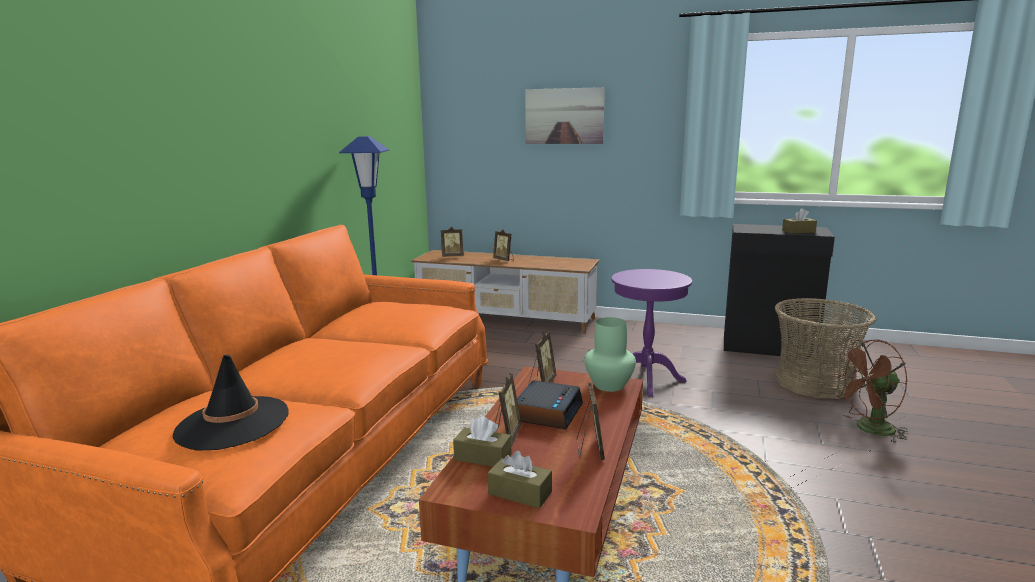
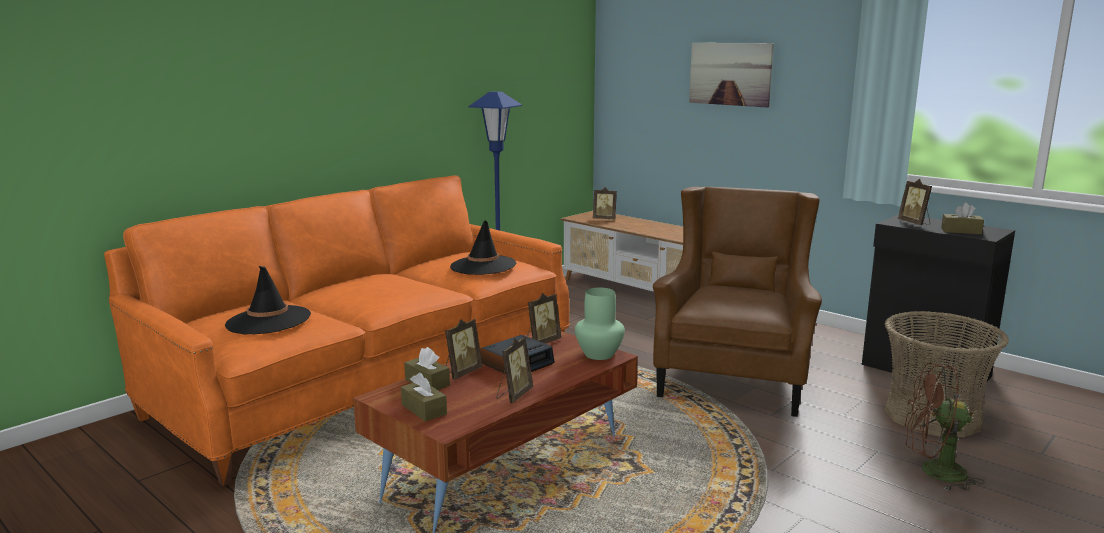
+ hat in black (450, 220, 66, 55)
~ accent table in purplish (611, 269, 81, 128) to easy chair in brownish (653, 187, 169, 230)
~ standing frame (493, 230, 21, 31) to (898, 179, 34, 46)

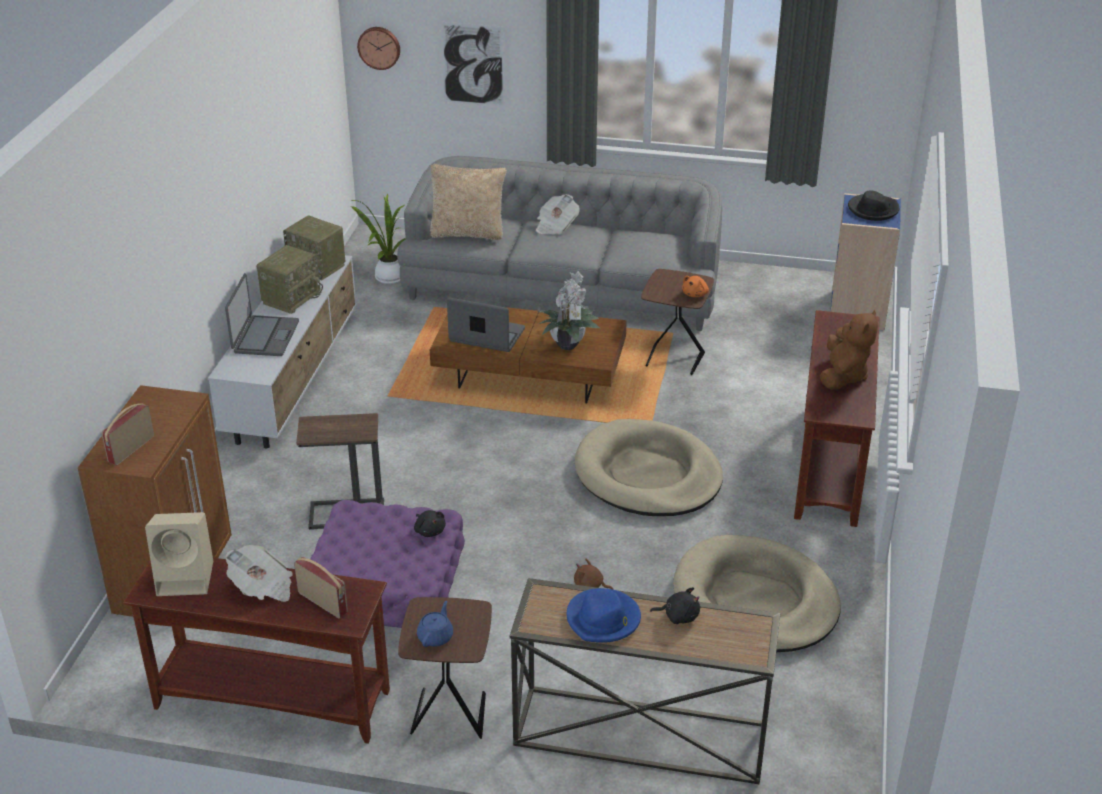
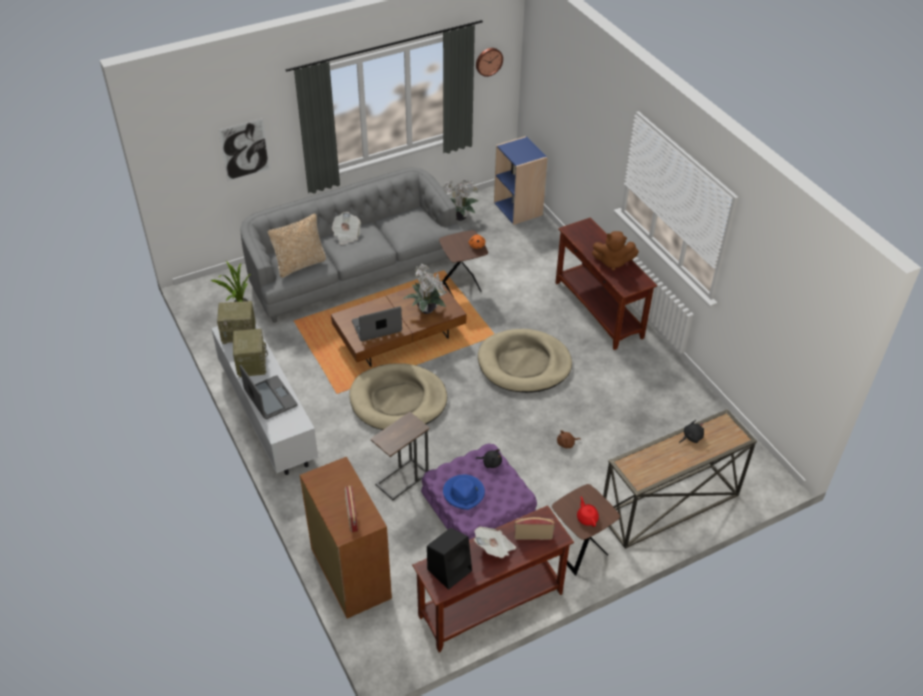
~ dog bed in beige-coloured (673, 535, 168, 117) to (349, 363, 98, 67)
~ audio speaker in beige-coloured (145, 512, 68, 84) to audio speaker in black (427, 528, 45, 62)
+ potted plant (442, 179, 37, 42)
~ hat in bluish (567, 588, 74, 55) to (443, 475, 42, 35)
~ hanging clock (357, 27, 43, 43) to (476, 48, 27, 29)
~ tea pot in bluish (417, 601, 36, 46) to tea pot in reddish (577, 497, 22, 30)
~ cuddly toy in brownish (820, 310, 58, 80) = (592, 231, 47, 40) 120 degrees clockwise
- hat in black (848, 191, 51, 30)

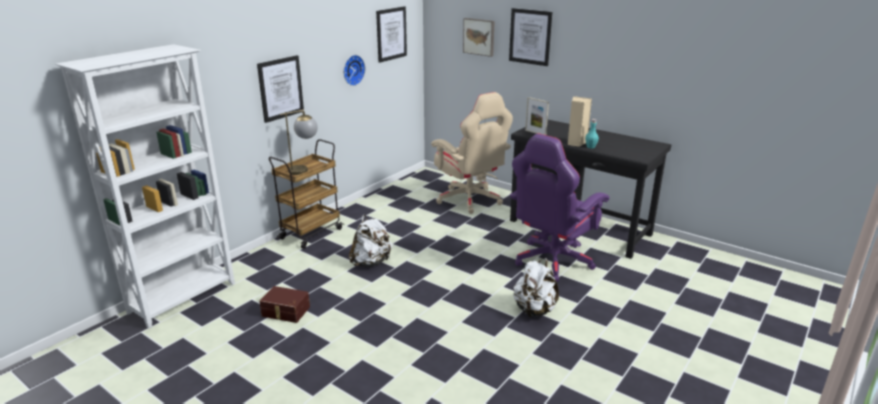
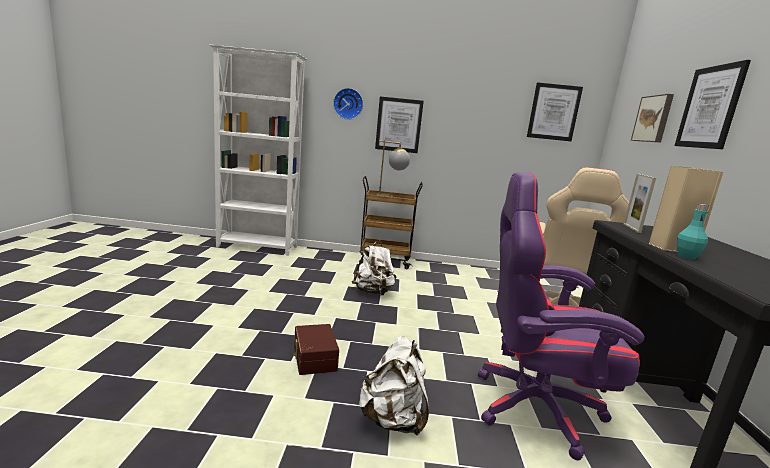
~ storage box in brownish (259, 286, 51, 37) to (293, 324, 46, 51)
~ hanging clock (344, 55, 21, 31) to (333, 88, 30, 32)

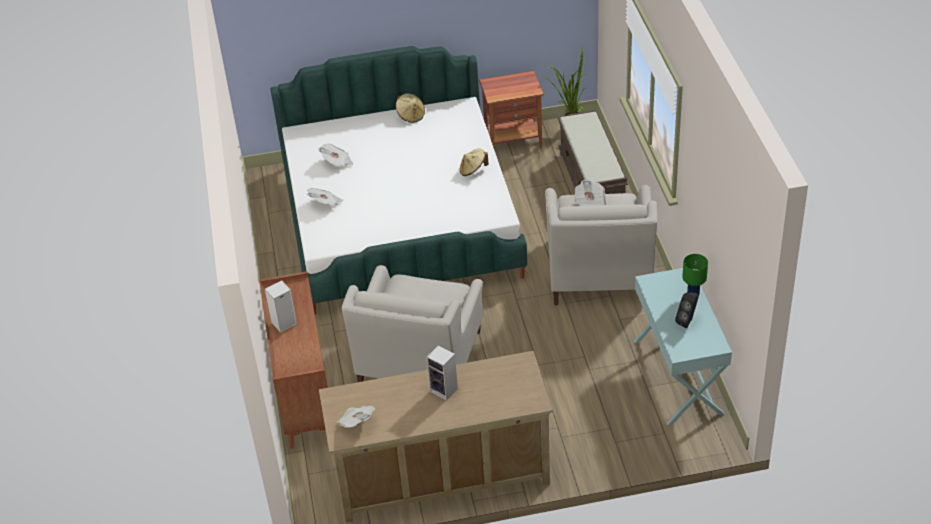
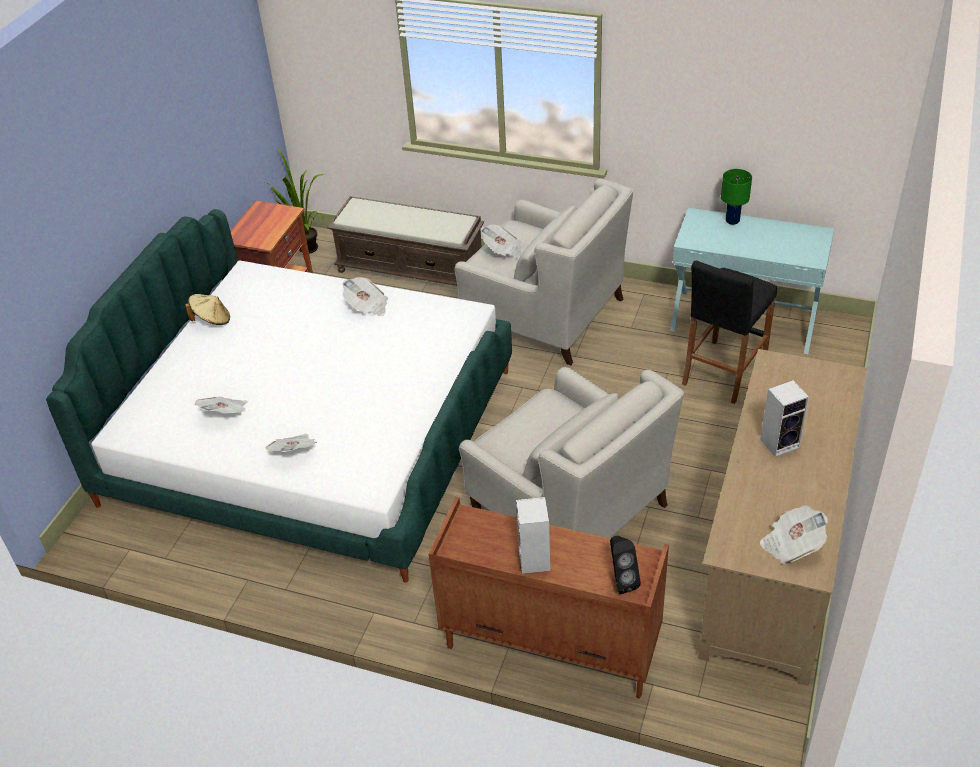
~ hat in beige-coloured (460, 149, 29, 27) to newspaper (342, 277, 46, 39)
~ audio speaker in black (675, 293, 24, 35) to (610, 536, 31, 58)
+ stool in black (682, 261, 95, 143)

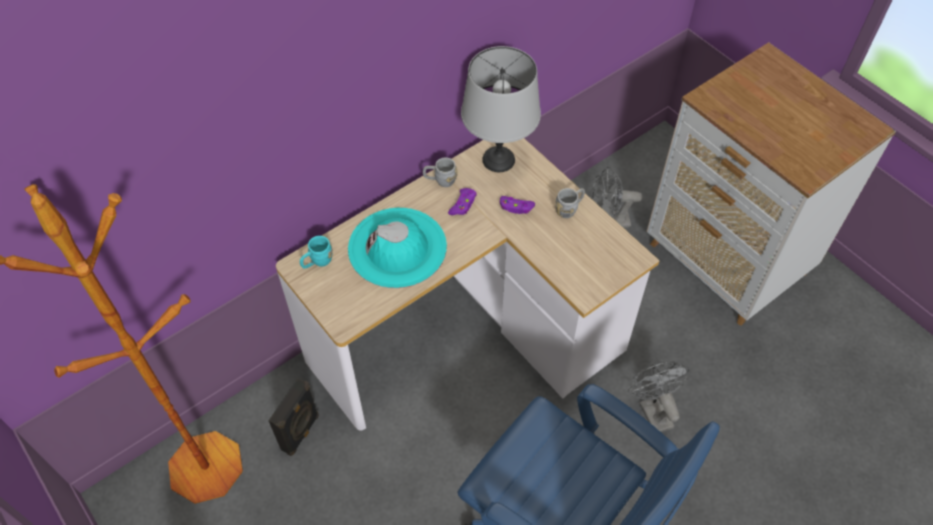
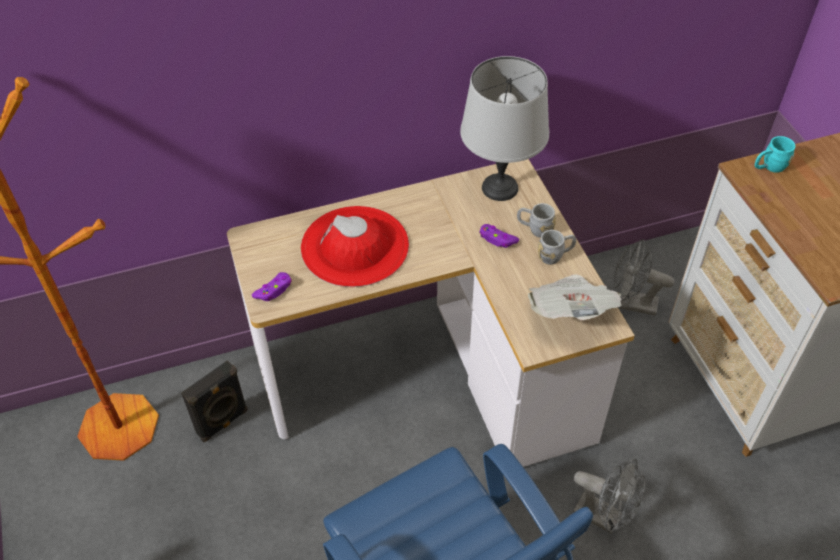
~ gamepad in purplish (448, 188, 29, 27) to (252, 272, 40, 29)
~ hat in turquoise (348, 208, 99, 80) to hat in reddish (301, 206, 108, 81)
~ coffee mug in grey (423, 158, 35, 29) to (517, 203, 39, 35)
+ newspaper (528, 274, 94, 46)
~ fan in grey (628, 361, 62, 71) = (573, 458, 72, 76) 120 degrees clockwise
~ coffee mug in turquoise (300, 236, 33, 33) to (755, 136, 40, 37)

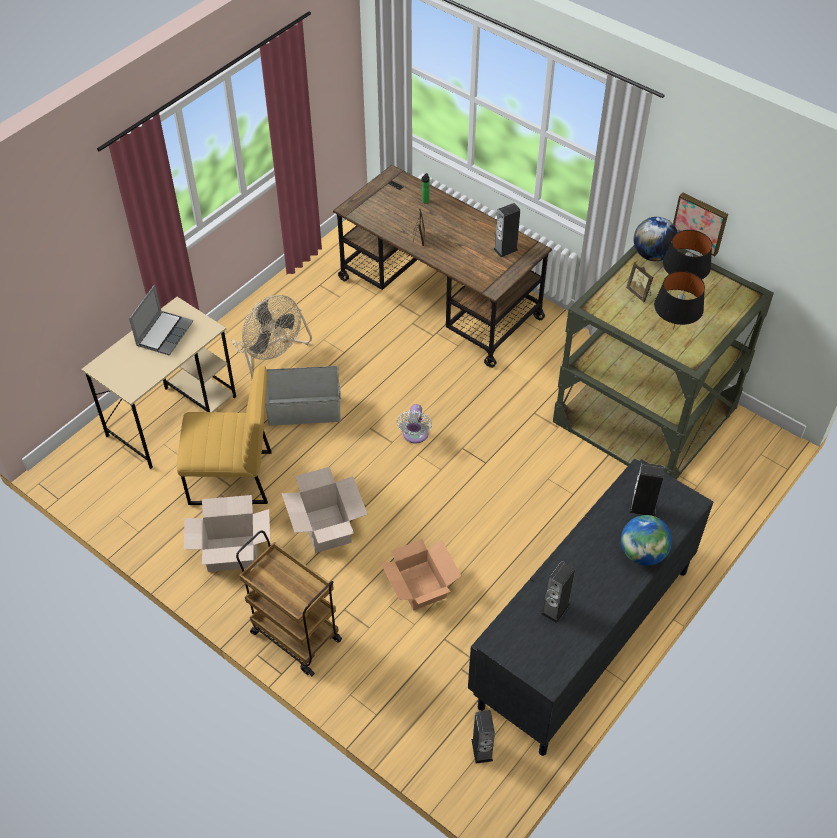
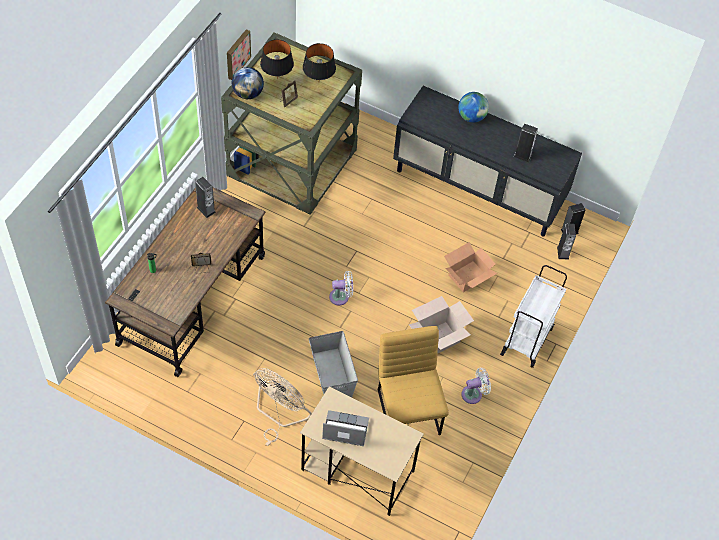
~ carton (184, 495, 86, 77) to fan in whitish (461, 368, 30, 36)
~ wheeled cart in brownish (236, 530, 106, 147) to wheeled cart in whitish (500, 265, 67, 103)
~ audio speaker (629, 462, 35, 54) to (557, 224, 19, 35)

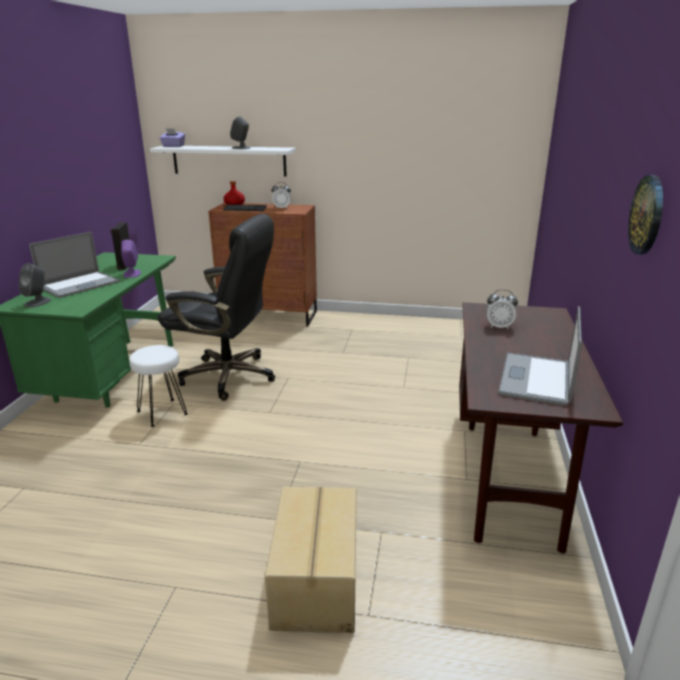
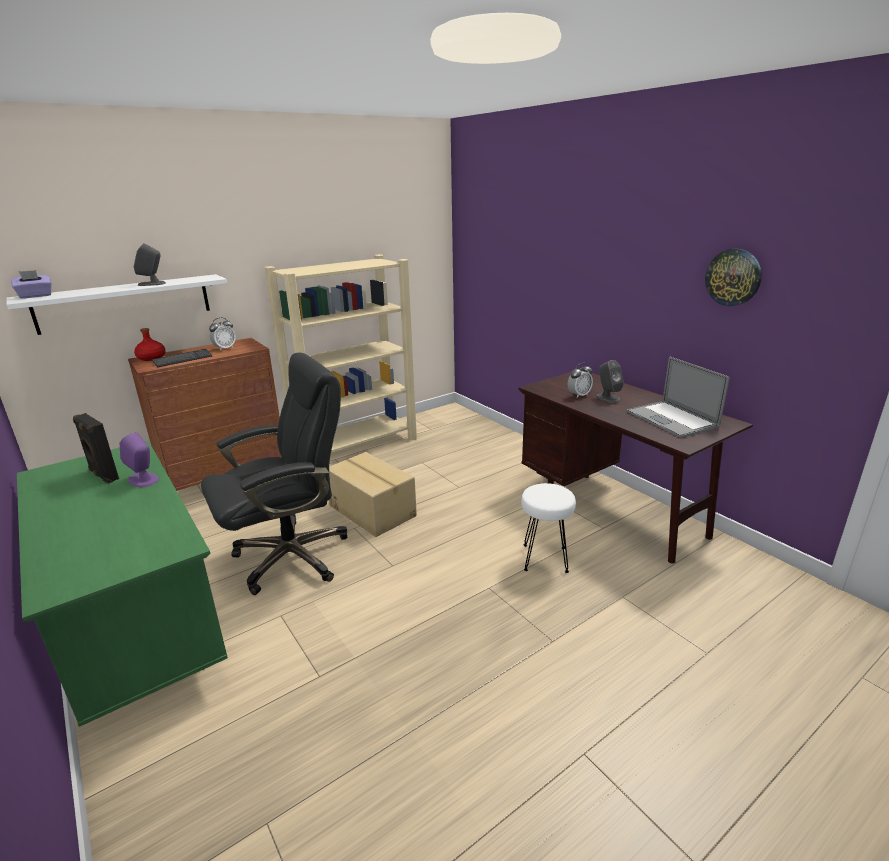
+ bookcase in beige-coloured (265, 254, 152, 199)
~ carton (265, 486, 91, 147) to (329, 452, 88, 85)
~ stool in whitish (129, 345, 59, 82) to (521, 483, 55, 90)
~ audio speaker in grey (18, 263, 33, 45) to (596, 360, 28, 43)
- laptop (29, 232, 91, 66)

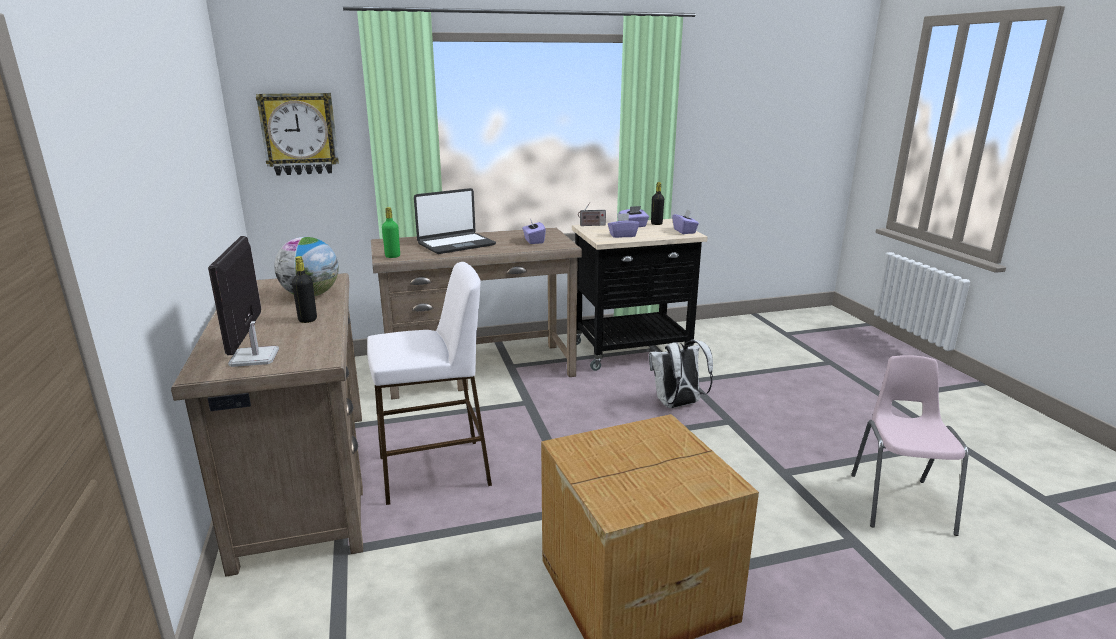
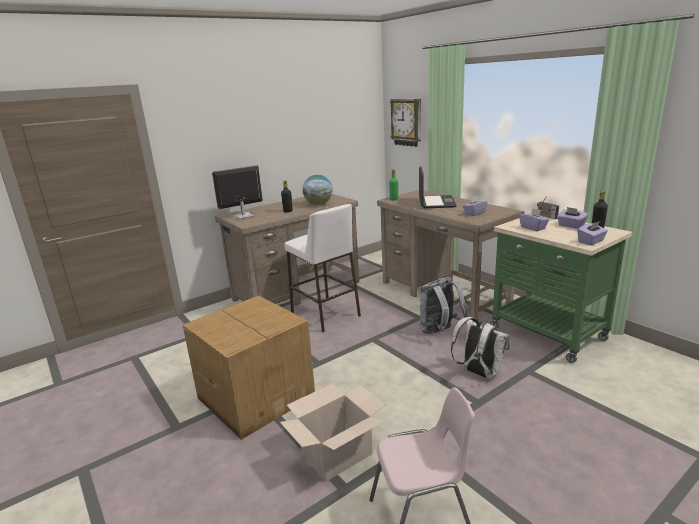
+ carton (280, 383, 106, 99)
~ laptop (414, 188, 82, 66) = (419, 166, 38, 42) 120 degrees counterclockwise
+ backpack in grey (420, 277, 47, 57)
~ wheeled cart in black (572, 219, 136, 152) to wheeled cart in greenish (490, 214, 142, 149)

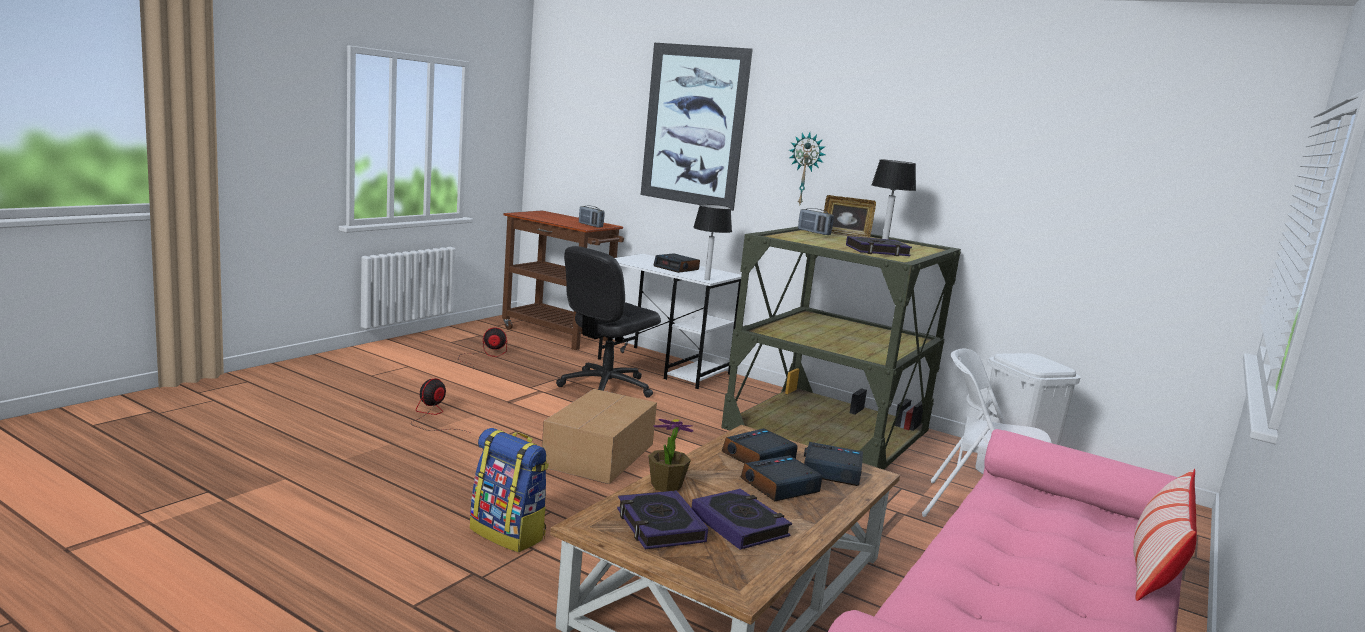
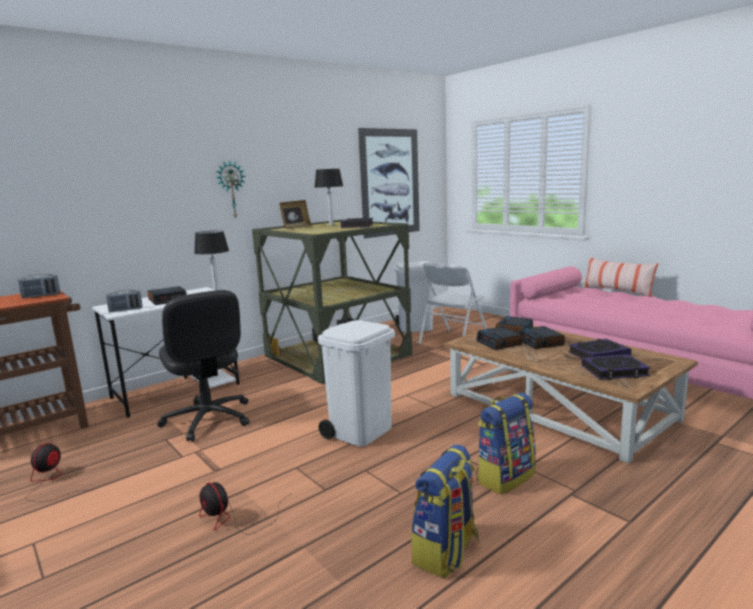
~ radio receiver (798, 208, 36, 27) to (106, 290, 36, 22)
~ carton (542, 389, 115, 95) to waste bin in whitish (318, 320, 77, 127)
~ wall art (641, 43, 112, 168) to (358, 128, 62, 111)
+ backpack (411, 444, 68, 134)
- potted plant (648, 419, 45, 73)

